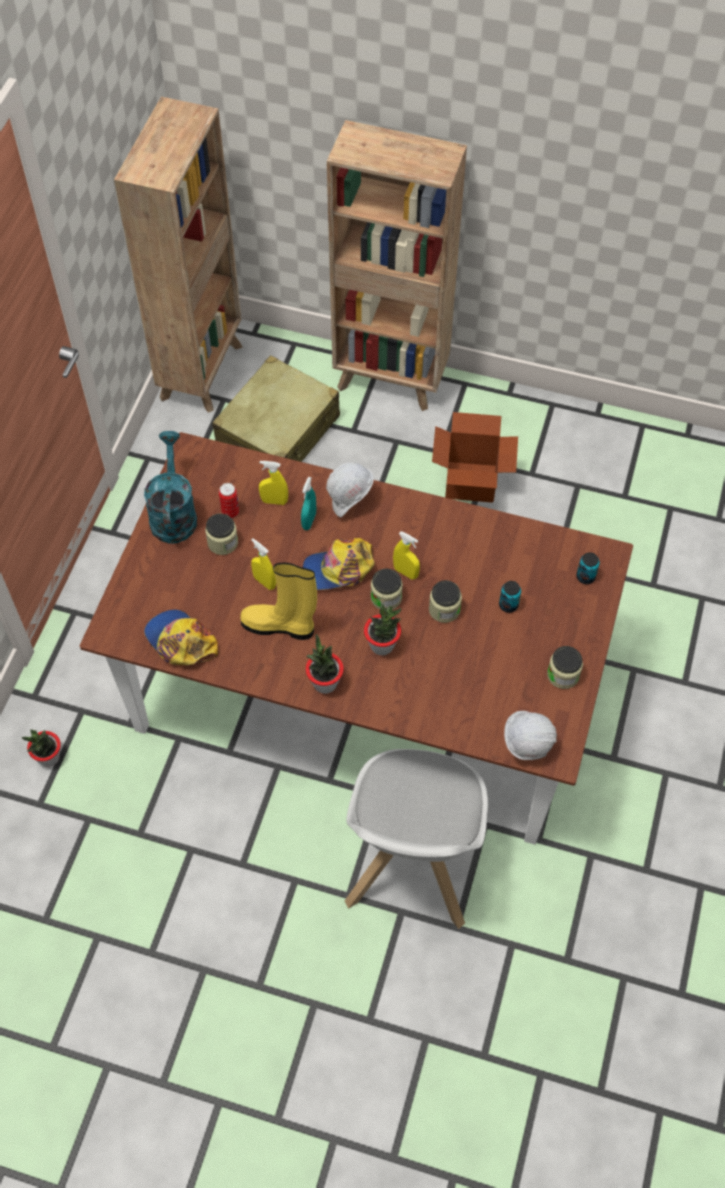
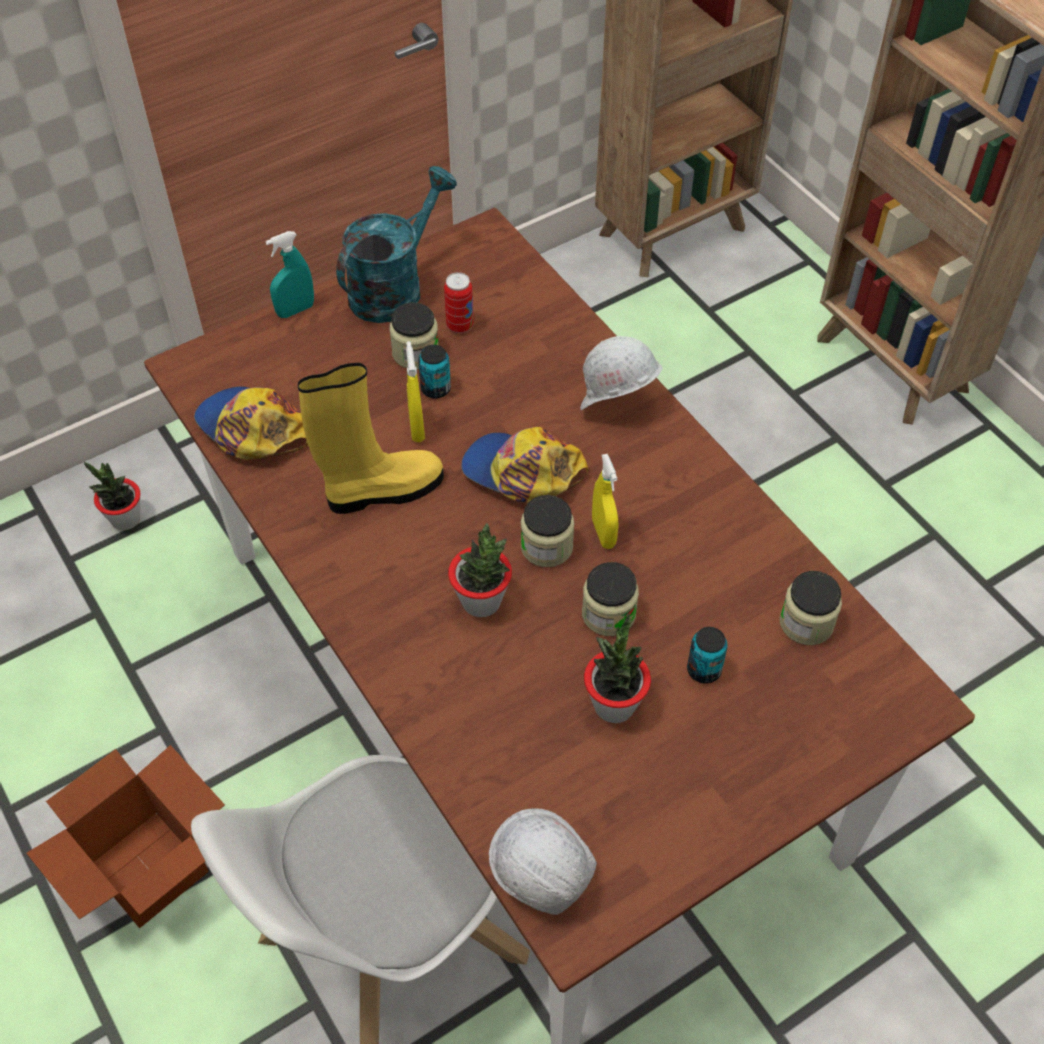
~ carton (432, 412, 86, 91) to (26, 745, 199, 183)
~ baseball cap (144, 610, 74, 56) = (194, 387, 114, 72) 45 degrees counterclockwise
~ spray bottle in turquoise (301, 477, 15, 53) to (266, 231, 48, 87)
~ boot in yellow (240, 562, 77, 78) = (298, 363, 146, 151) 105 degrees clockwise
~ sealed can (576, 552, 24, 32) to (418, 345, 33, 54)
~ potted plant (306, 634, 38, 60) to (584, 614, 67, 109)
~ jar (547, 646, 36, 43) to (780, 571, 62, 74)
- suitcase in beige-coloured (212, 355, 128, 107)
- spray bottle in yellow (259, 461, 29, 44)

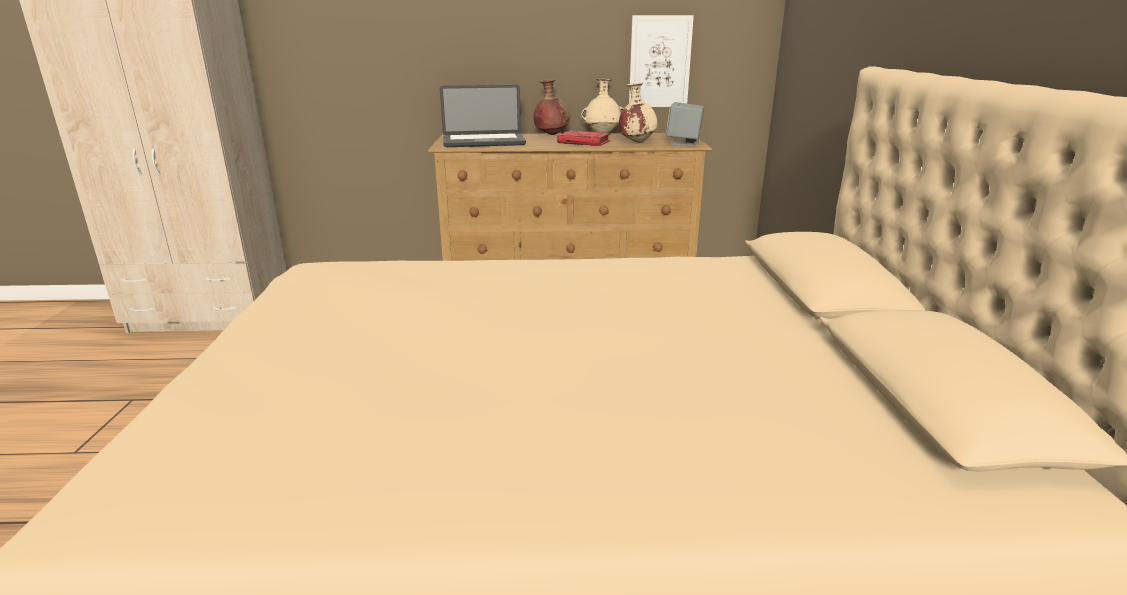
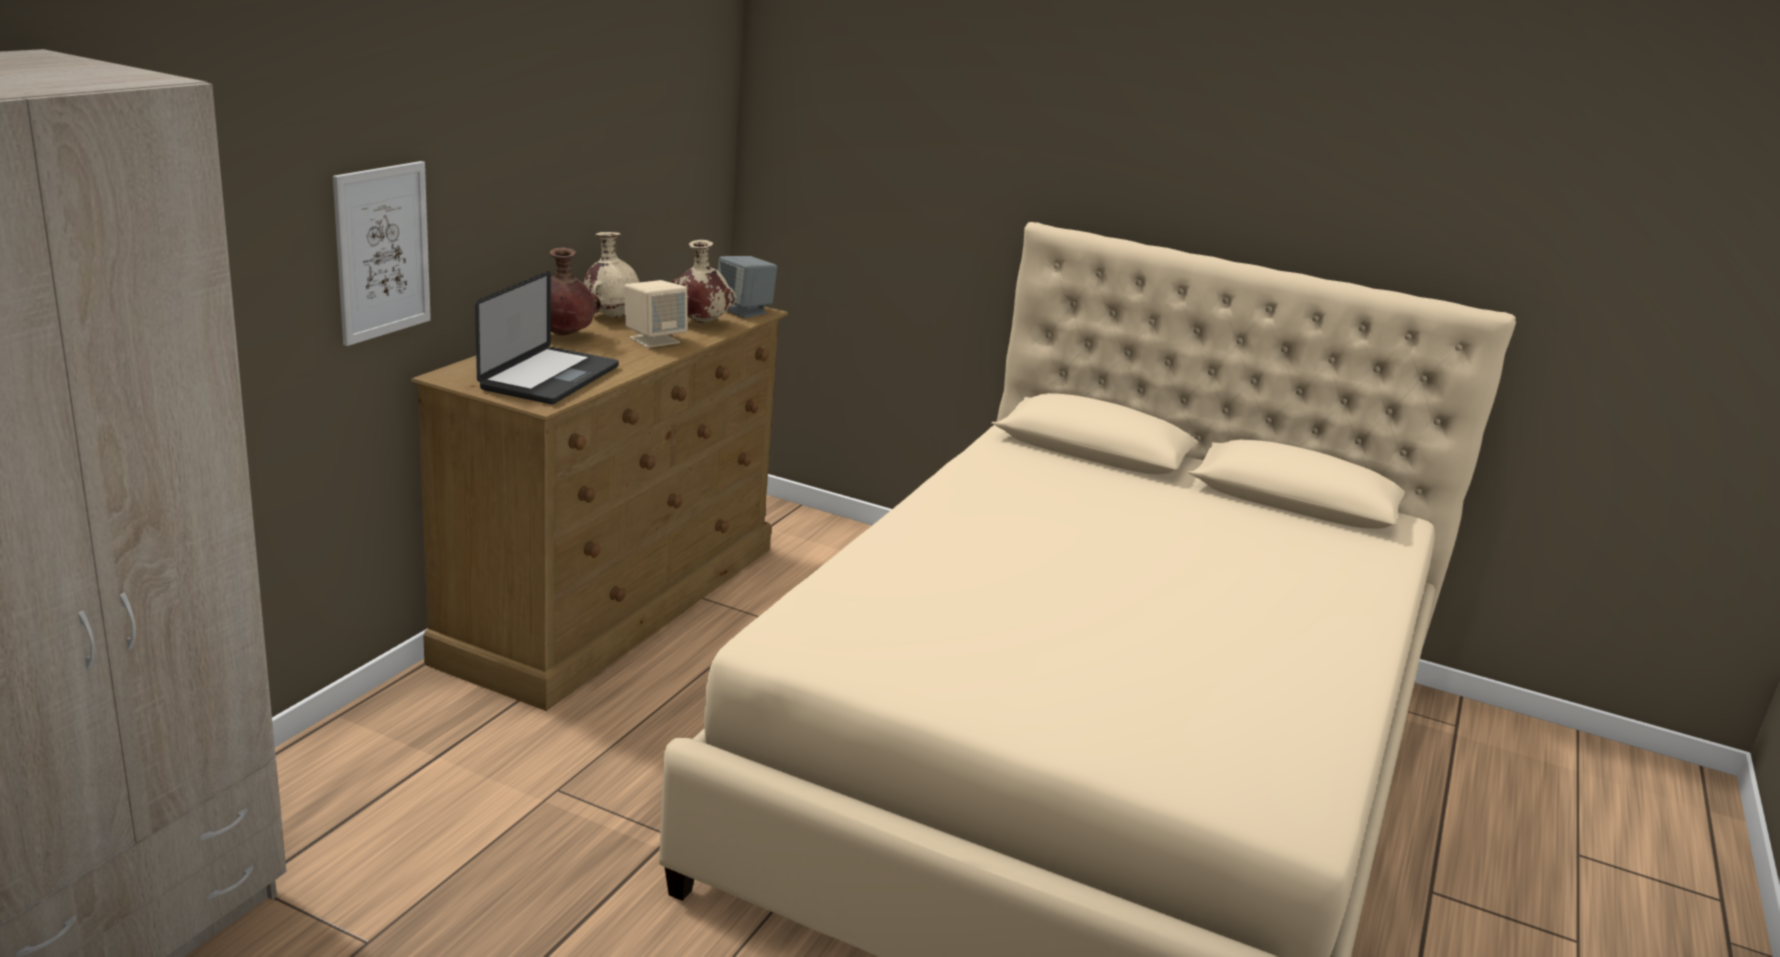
~ wall art (629, 15, 65, 92) to (333, 161, 98, 185)
~ book in reddish (557, 130, 53, 16) to audio speaker in beige-coloured (624, 280, 64, 68)

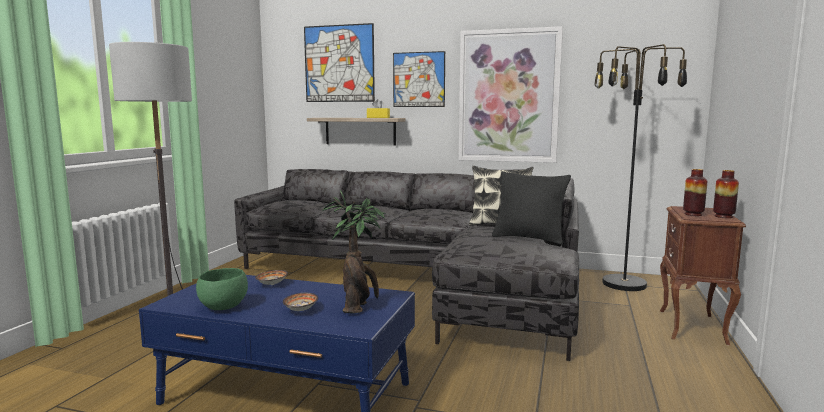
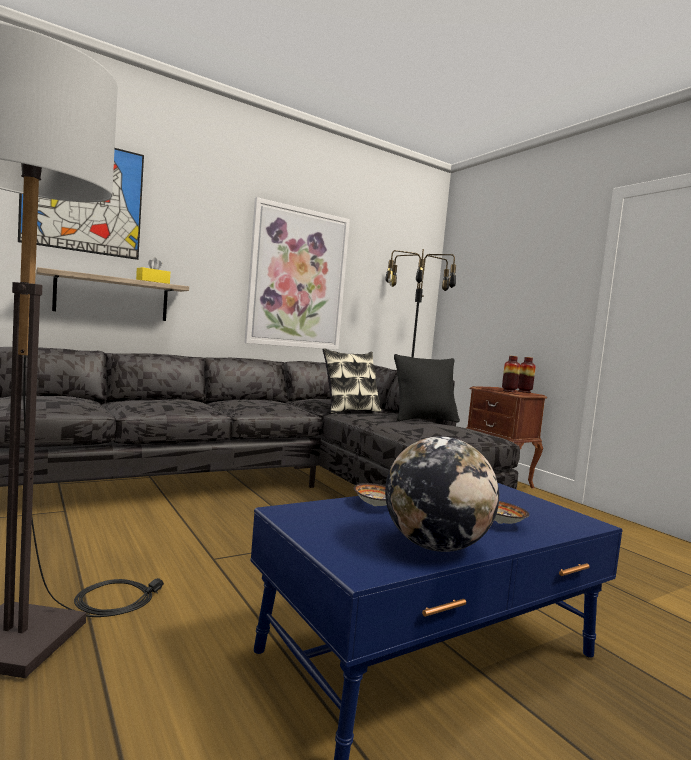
~ bowl in greenish (196, 268, 52, 42) to globe (385, 436, 114, 116)
- potted plant (323, 190, 62, 123)
- wall art (393, 51, 52, 56)

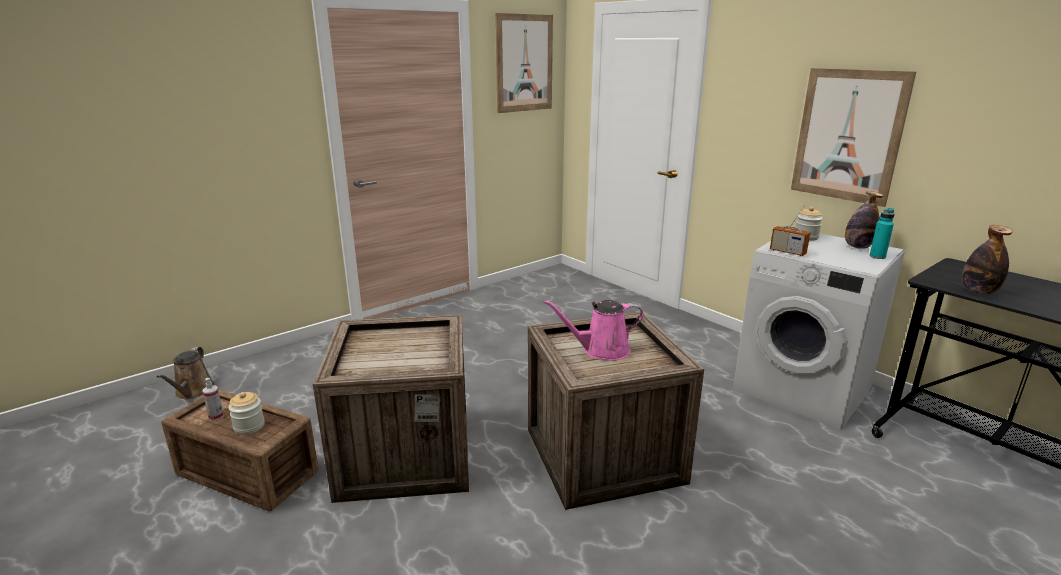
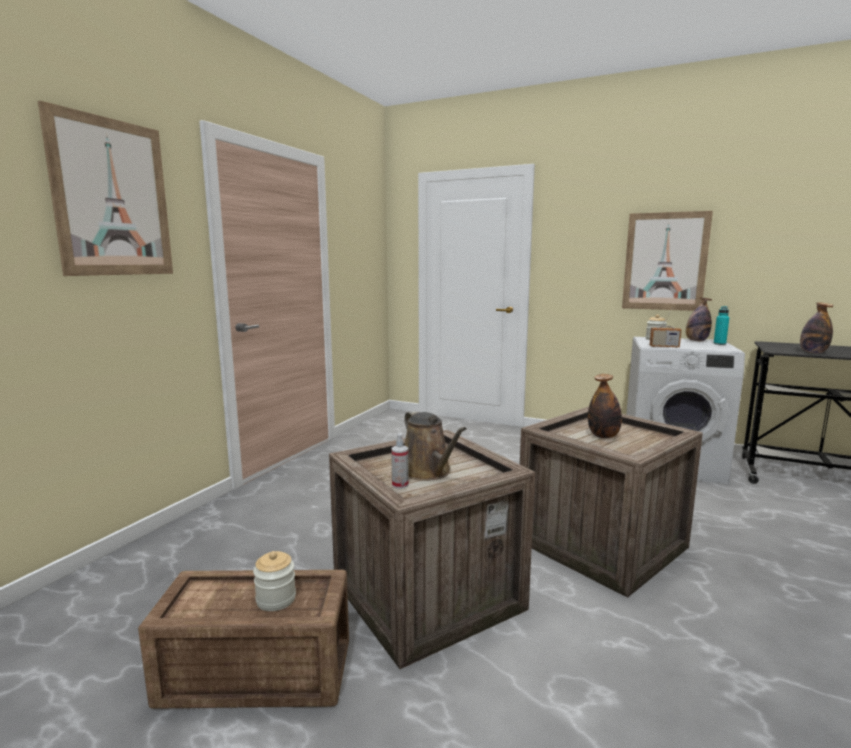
~ wall art (495, 13, 58, 100) to (38, 101, 135, 175)
~ spray bottle (202, 378, 22, 42) to (391, 433, 18, 56)
~ watering pot in brownish (156, 347, 59, 52) to (404, 410, 63, 71)
~ watering pot in pink (543, 300, 100, 60) to bottle (588, 374, 34, 64)

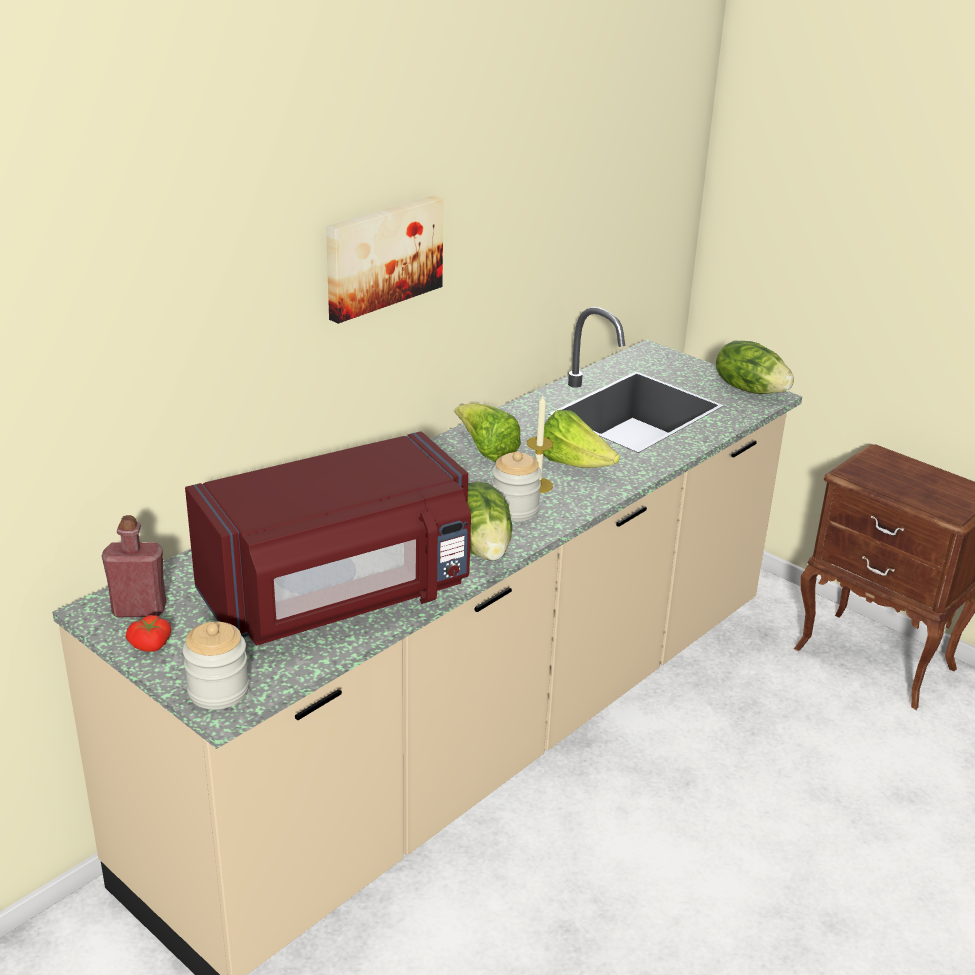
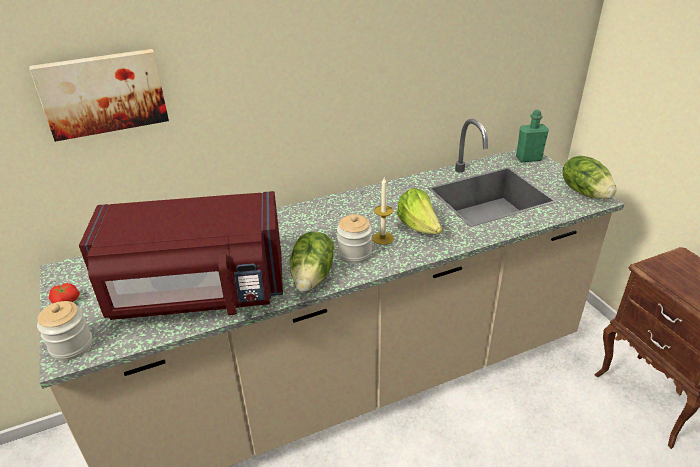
~ wall art (326, 195, 118, 129) to (29, 49, 140, 93)
+ bottle in greenish (516, 110, 33, 52)
- bottle in reddish (102, 515, 64, 102)
- lettuce head (455, 403, 66, 59)

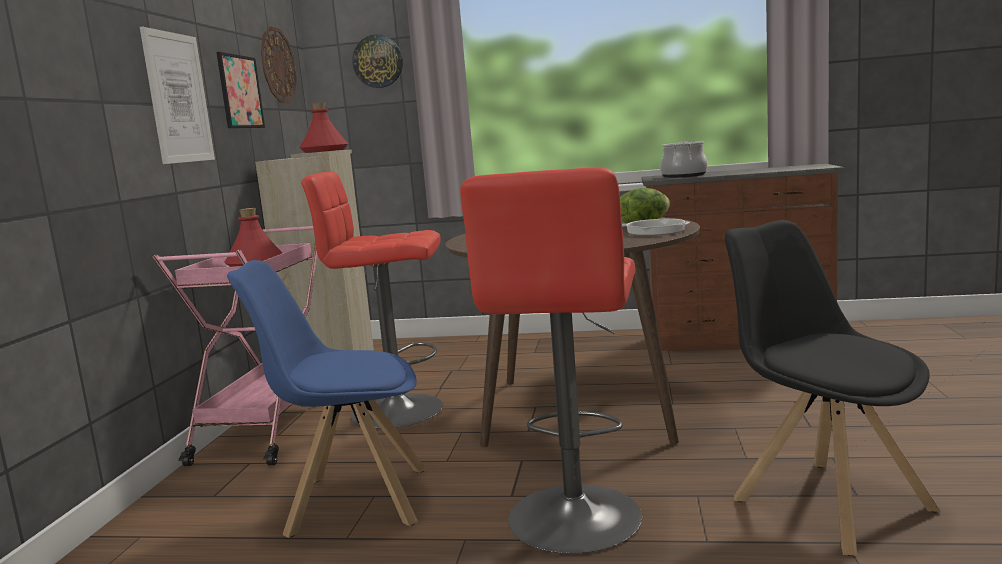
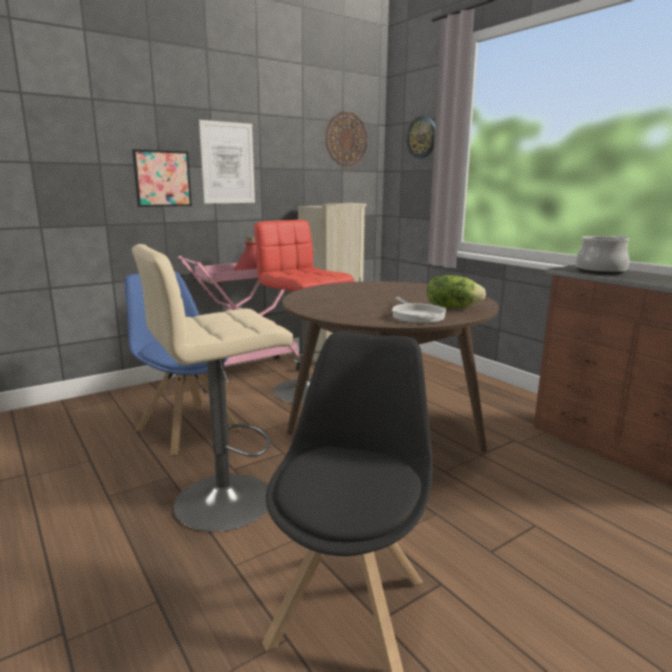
~ wall art (216, 52, 49, 76) to (132, 149, 60, 58)
~ stool in reddish (460, 167, 182, 387) to stool in beige-coloured (132, 244, 161, 288)
- bottle in reddish (300, 102, 48, 51)

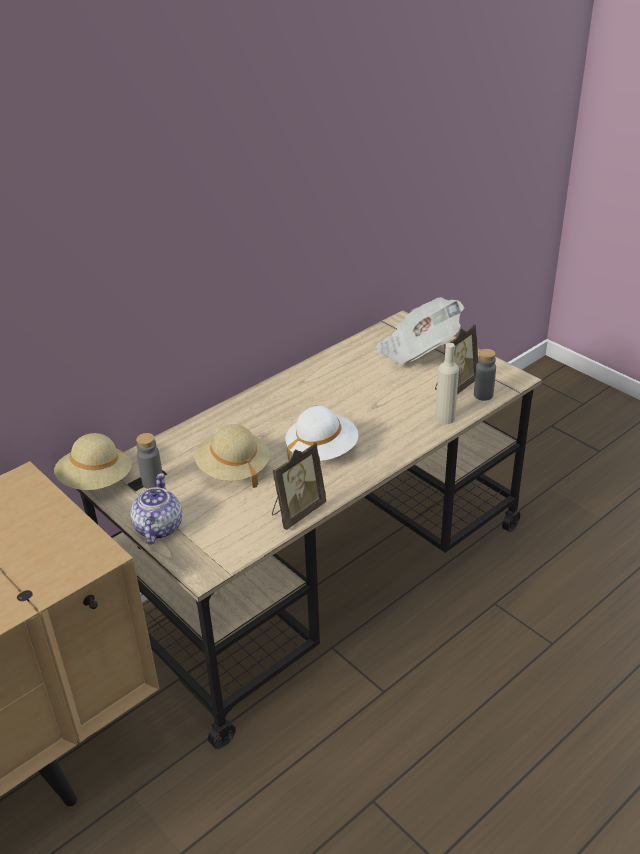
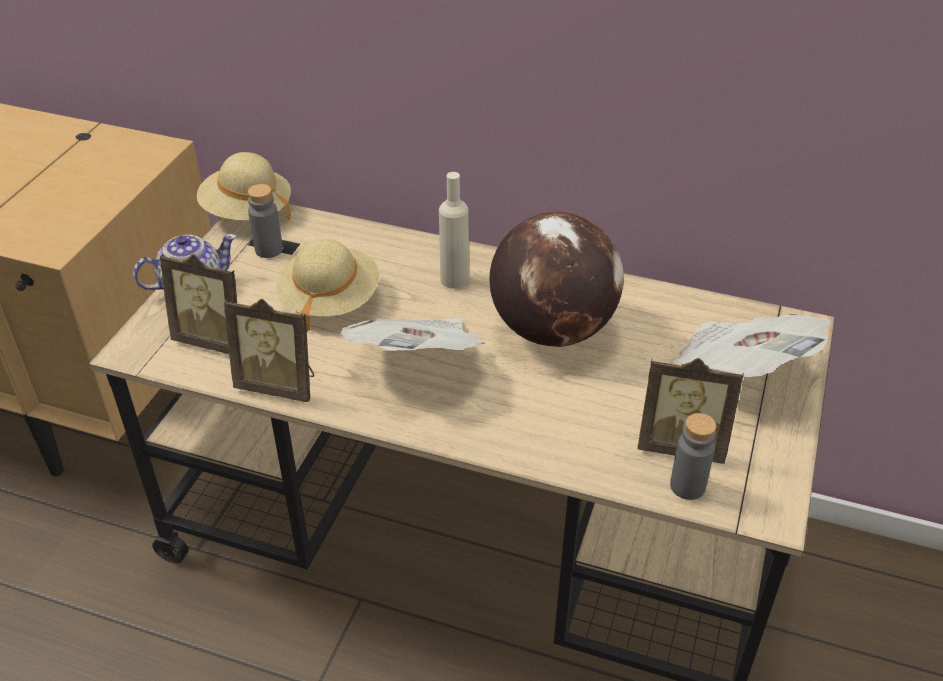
+ standing frame (160, 254, 77, 100)
~ hat in whitish (285, 406, 74, 55) to newspaper (340, 318, 145, 33)
~ bottle in beige-coloured (435, 343, 24, 81) to (439, 172, 30, 117)
+ globe (489, 212, 135, 135)

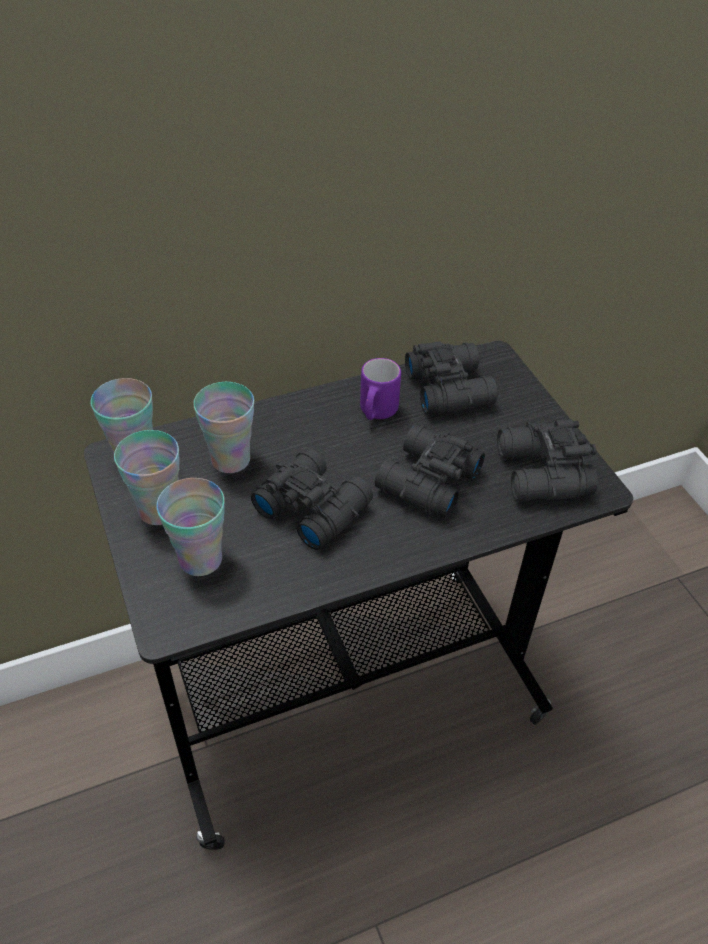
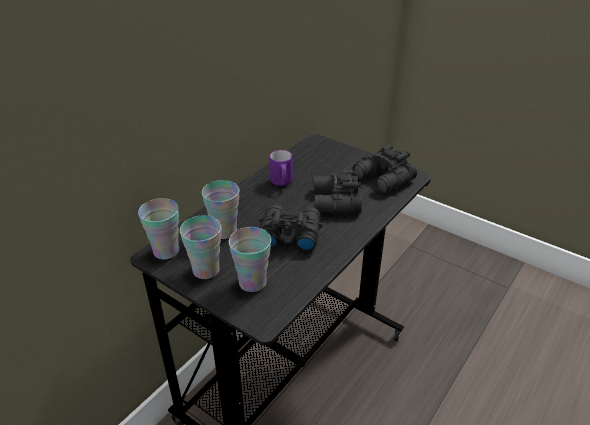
- field glasses in black (405, 341, 93, 74)

